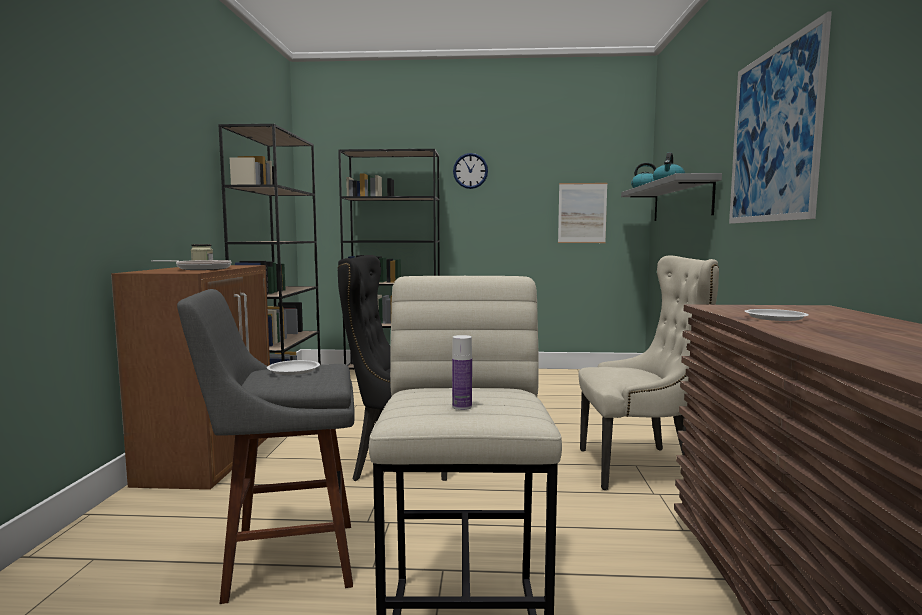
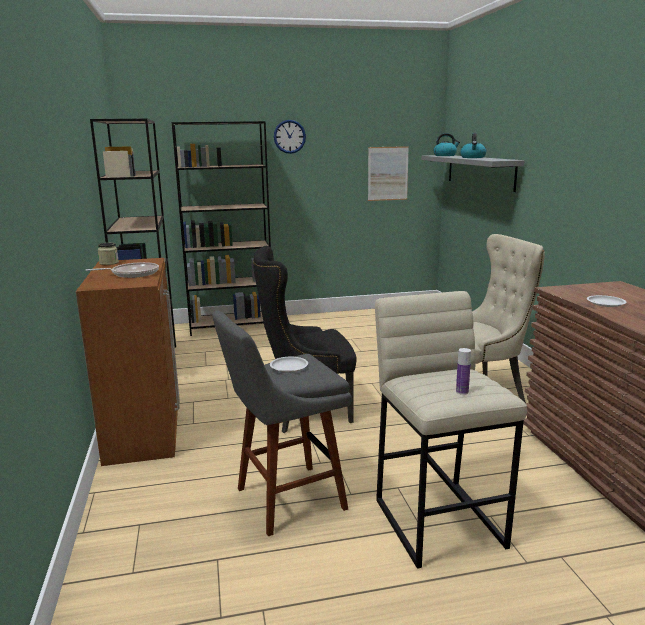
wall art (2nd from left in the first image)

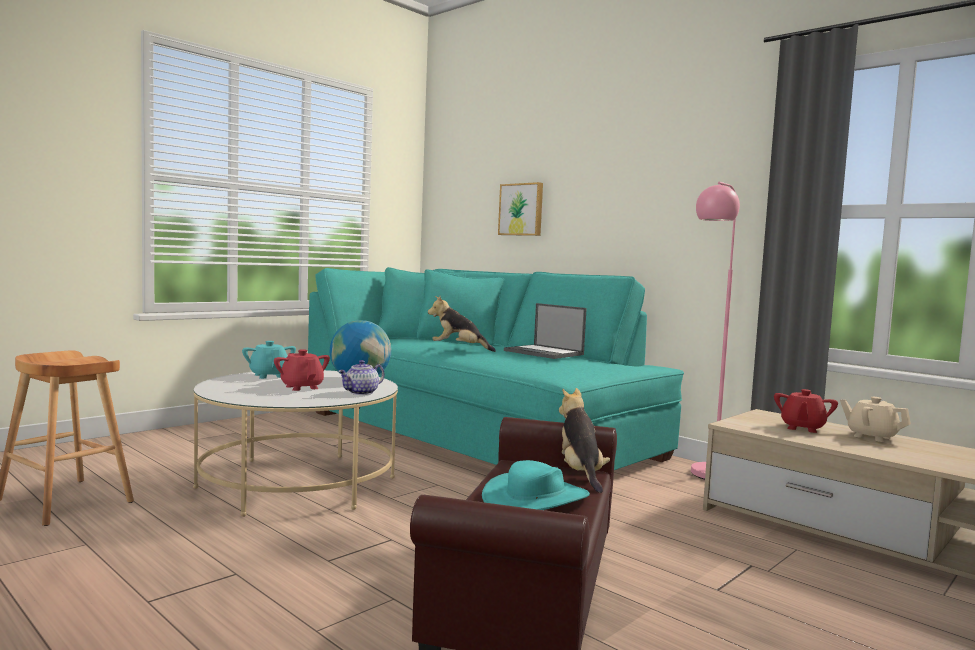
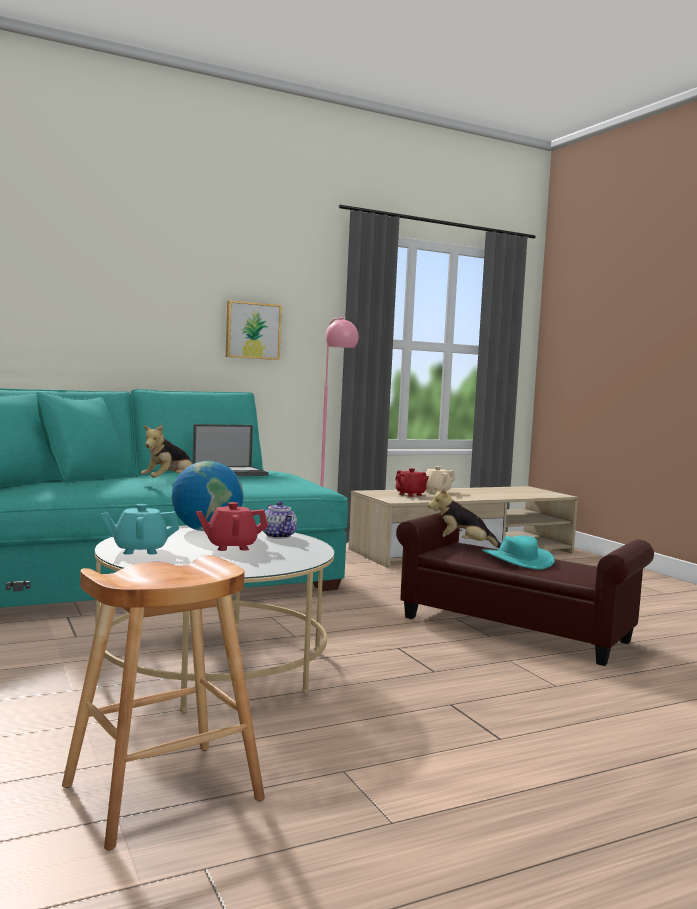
wall art

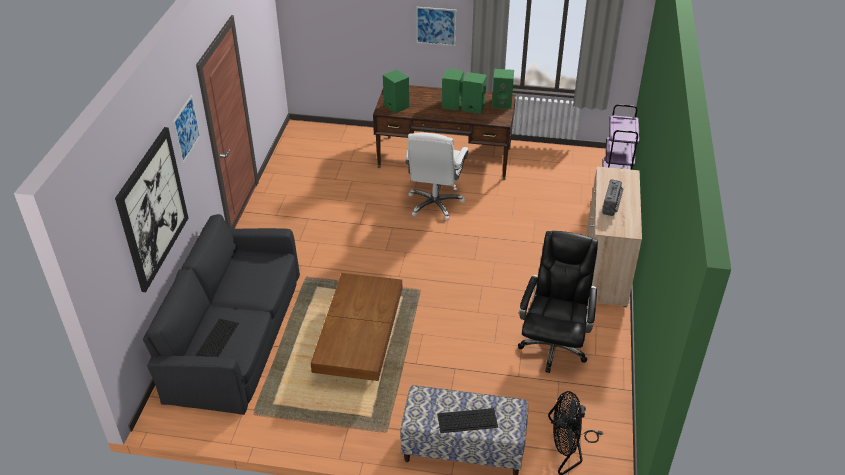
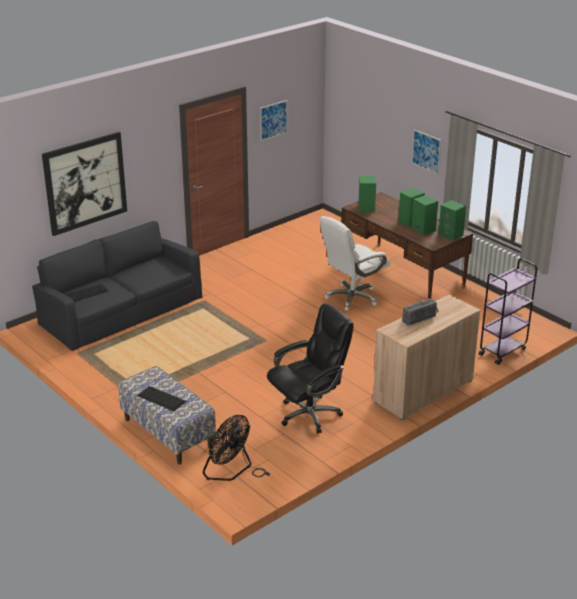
wall art (2nd from left)
brownish coffee table

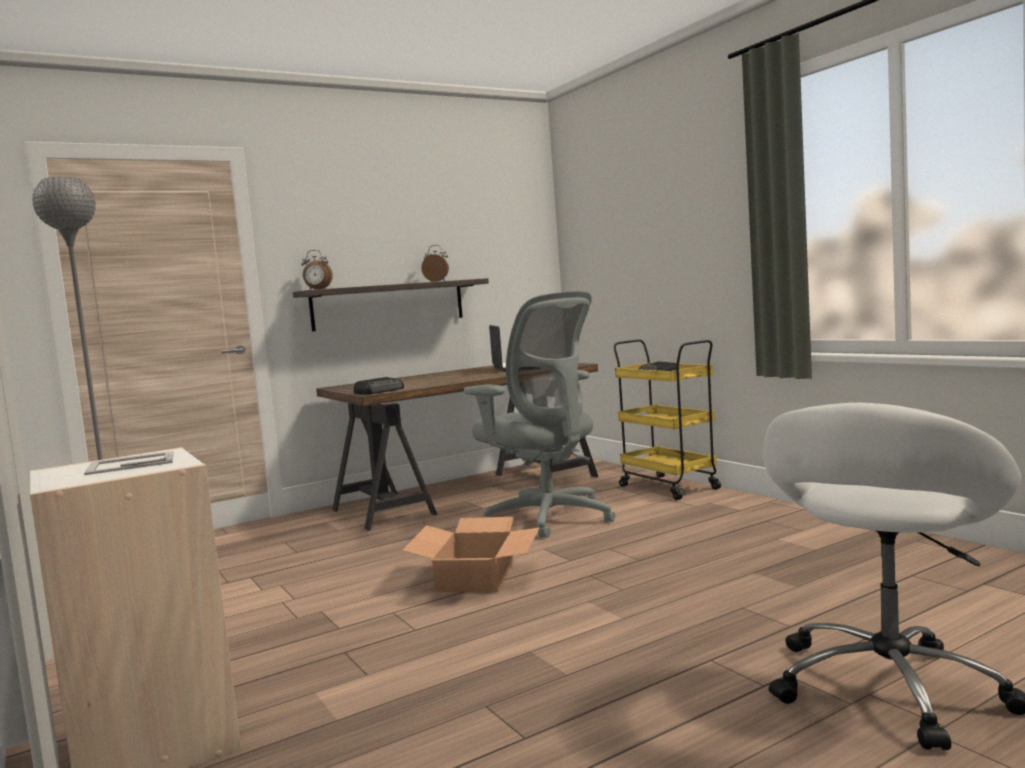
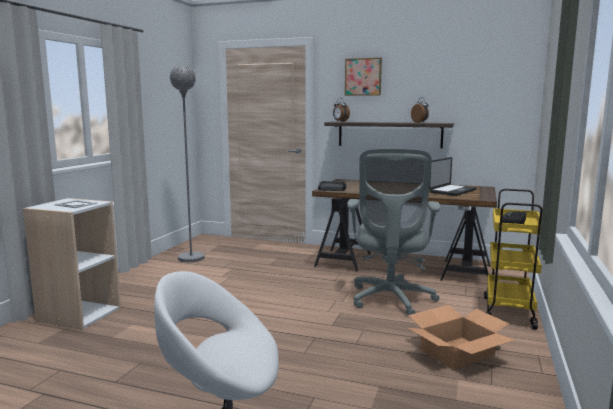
cardboard box
wall art

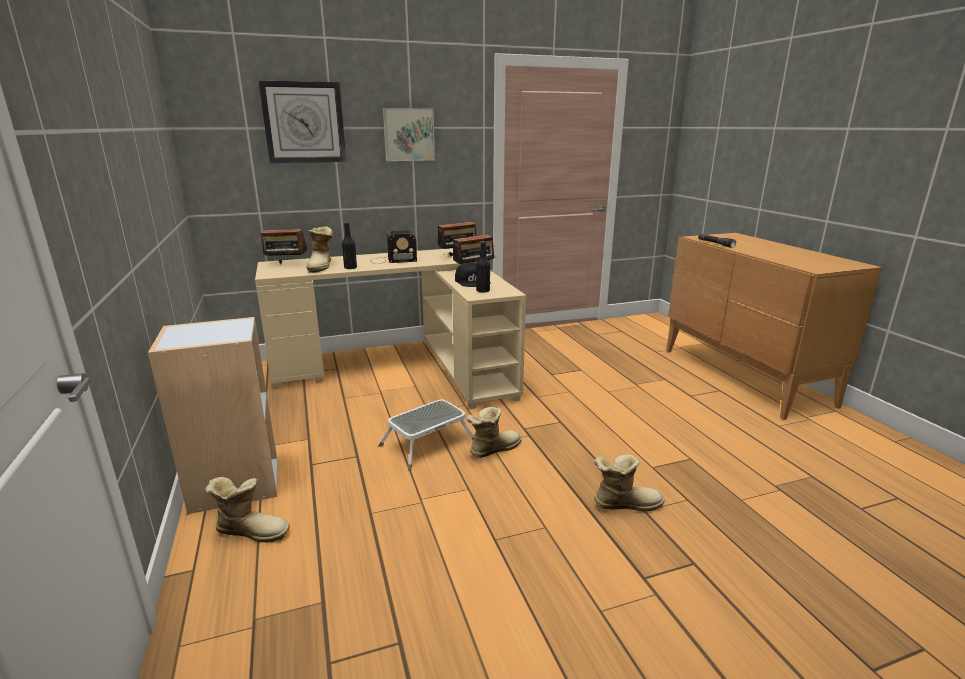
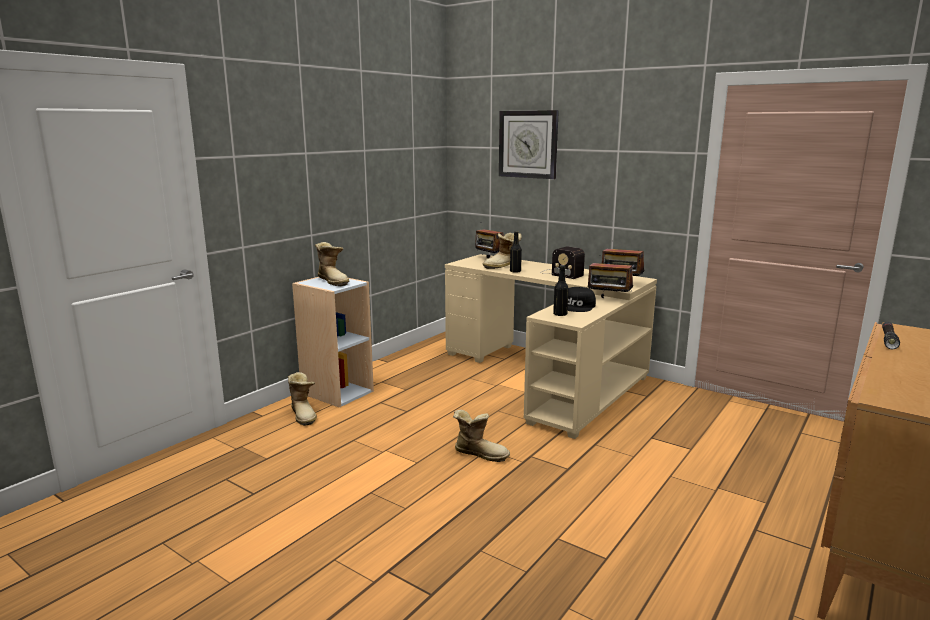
greyish stepladder
wall art
high-top boot (2nd from left)

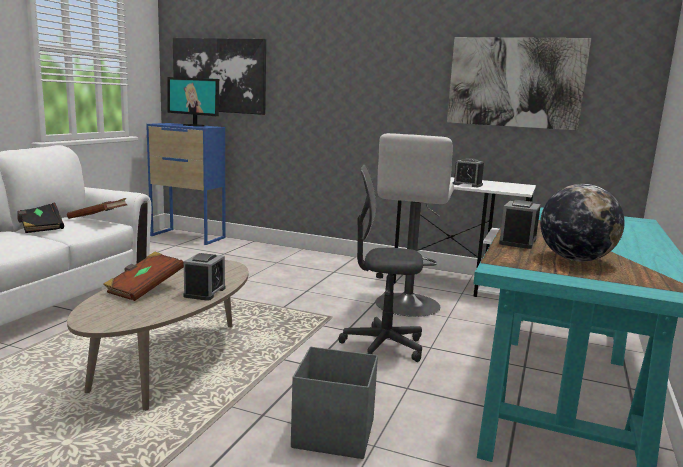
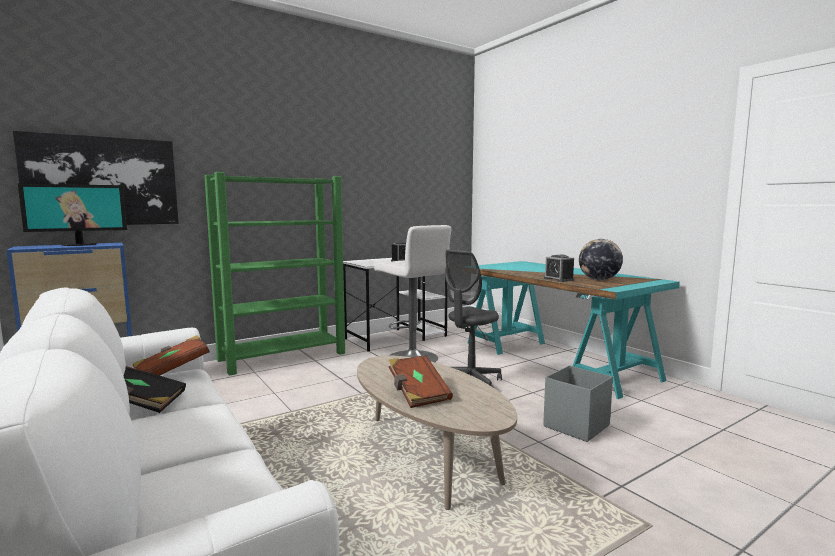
alarm clock (1st from left in the first image)
wall art (2nd from left in the first image)
greenish bookcase

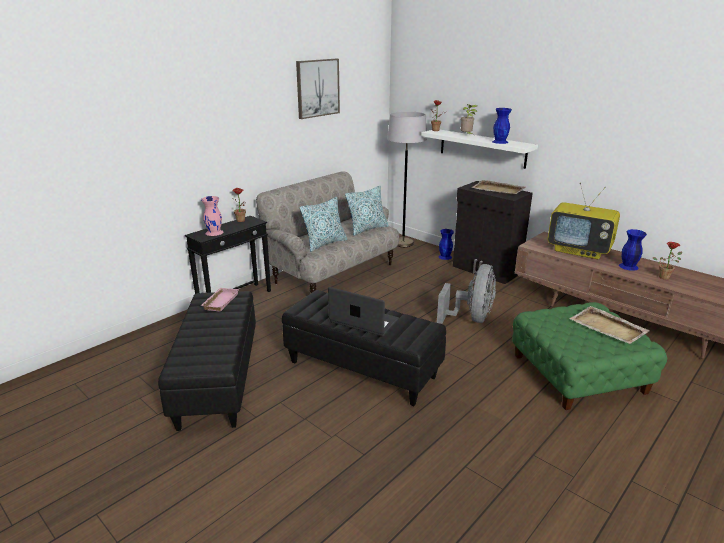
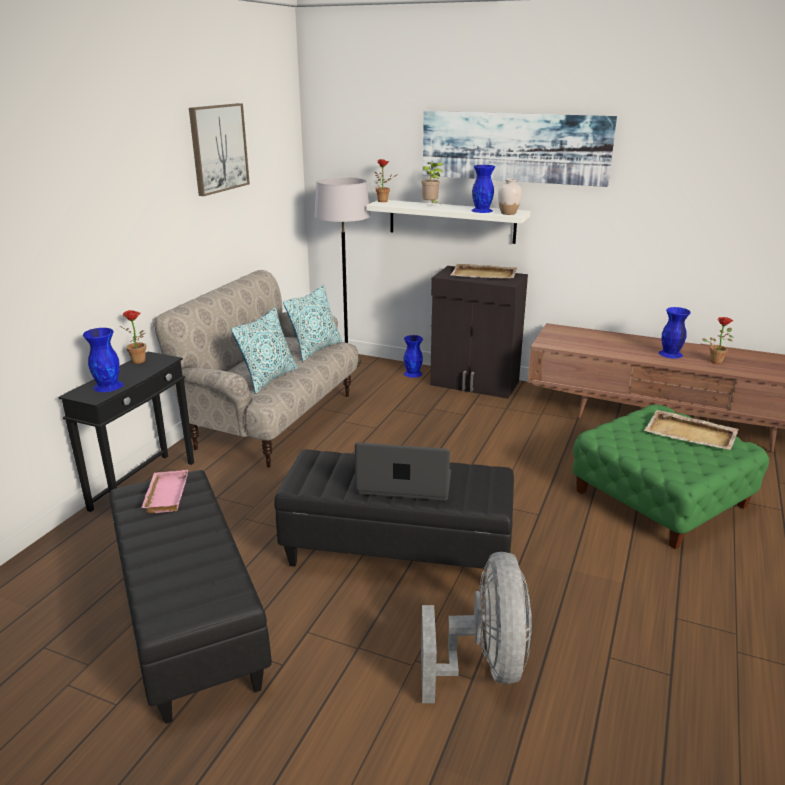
bluish flower vase (1st from left)
greyish electric fan
TV
wall art (2nd from left)
white flower vase

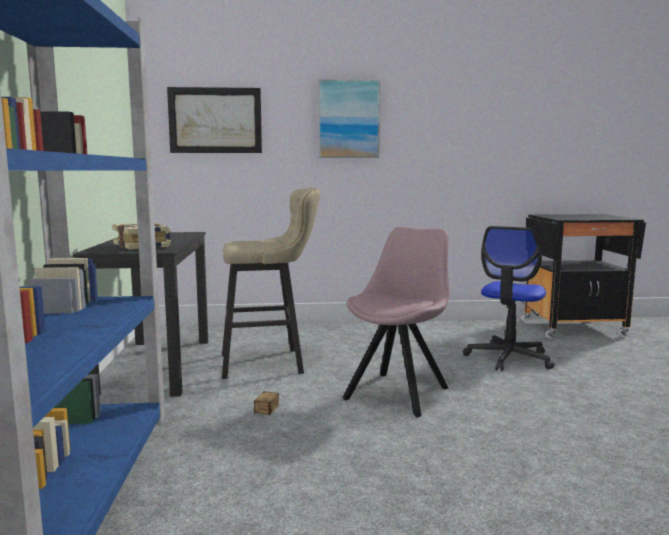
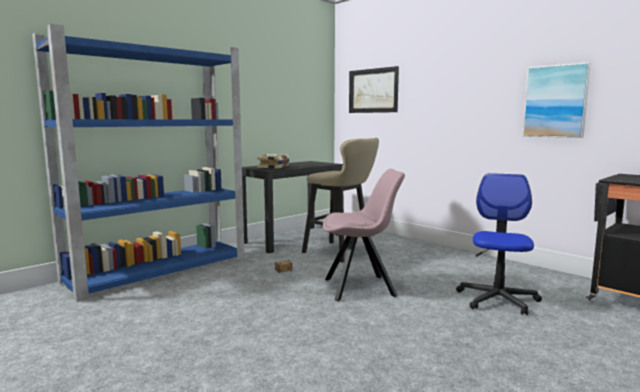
wall art (2nd from left)
office chair

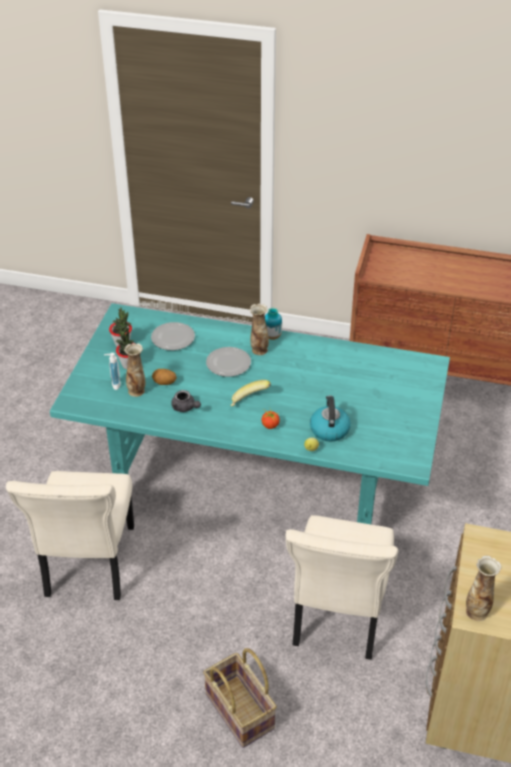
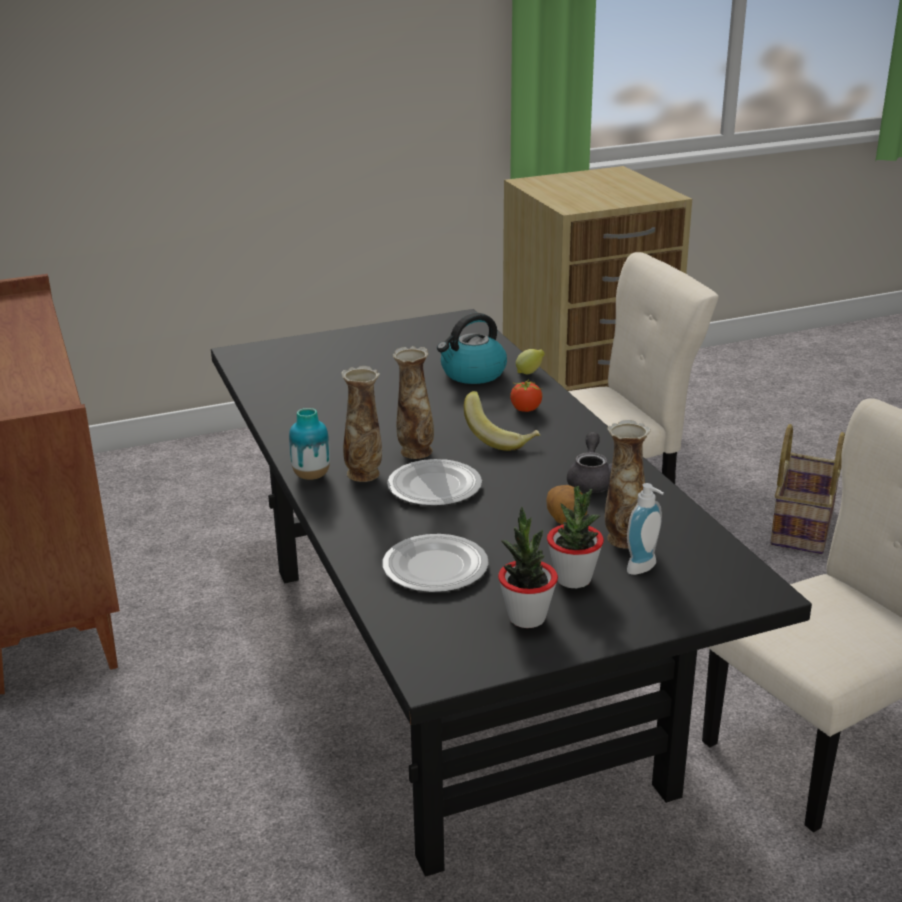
black-coloured dining table
flower vase (3rd from left)

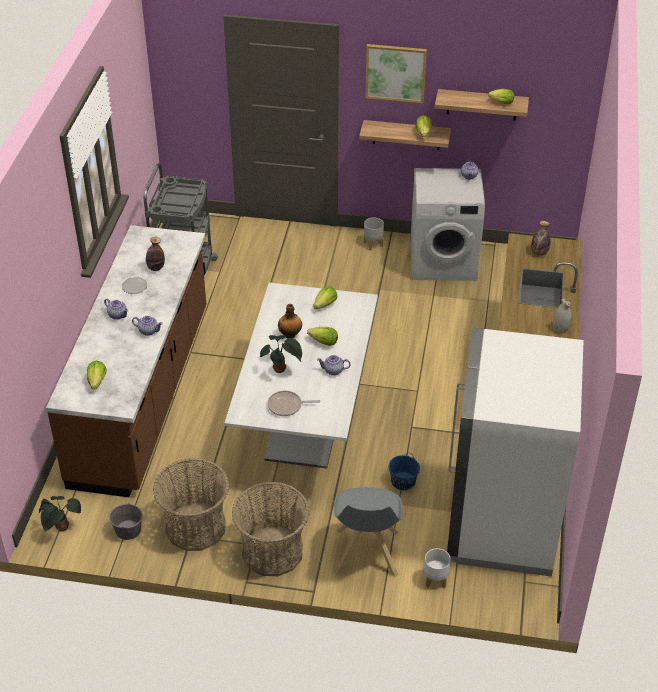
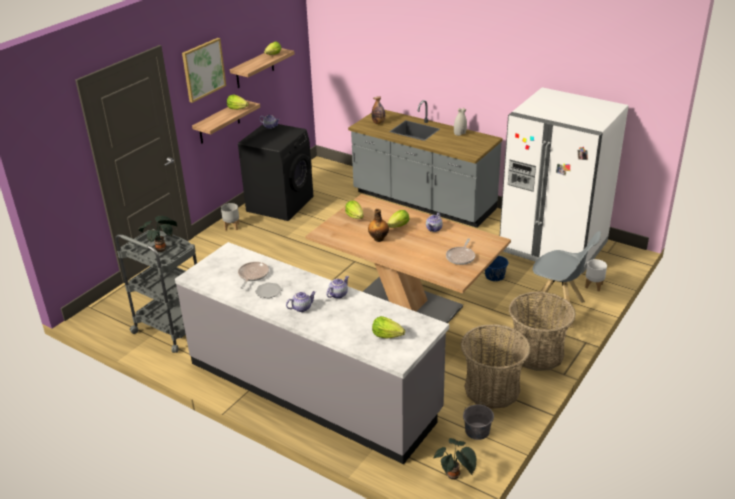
greyish kitchen base unit (1st from left)
pan (1st from left)
brownish dining table
potted plant (1st from left)
black-coloured laundry machine

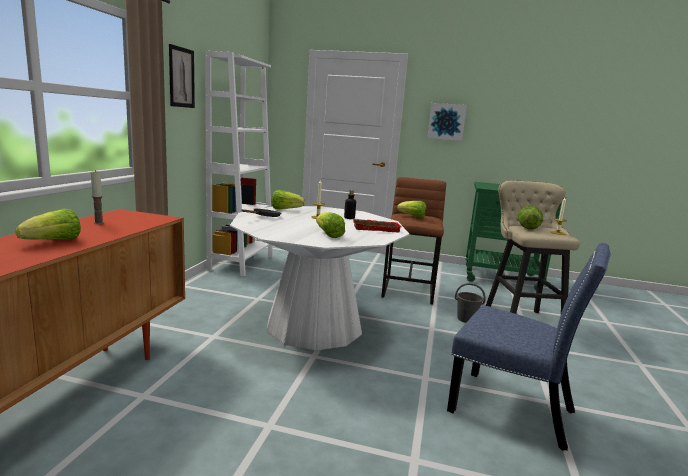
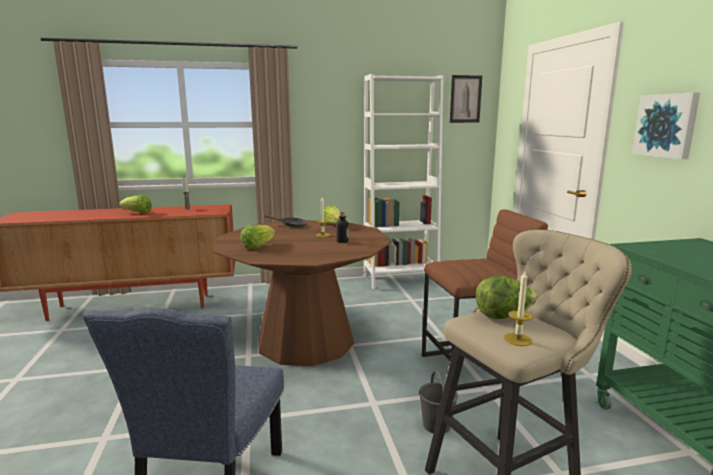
wall art (1st from left)
brownish dining table
red-coloured tray
lettuce (4th from left in the first image)

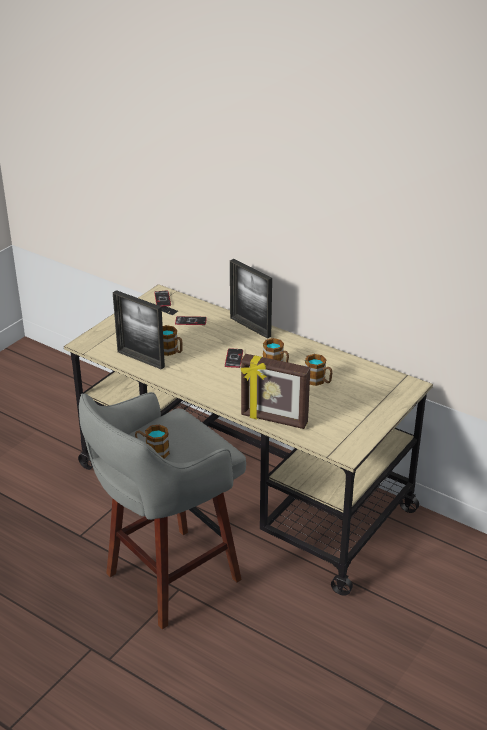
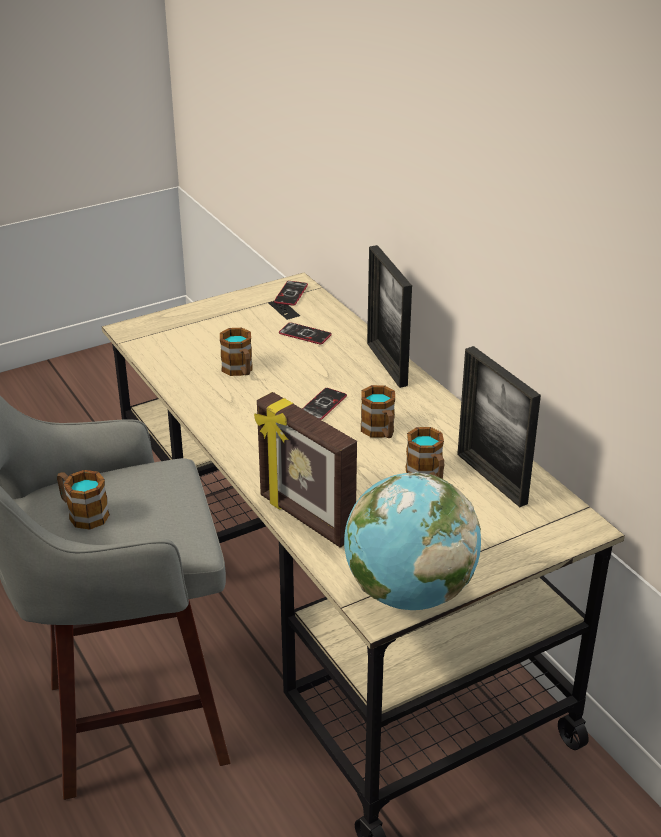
standing frame (3rd from left)
world globe

